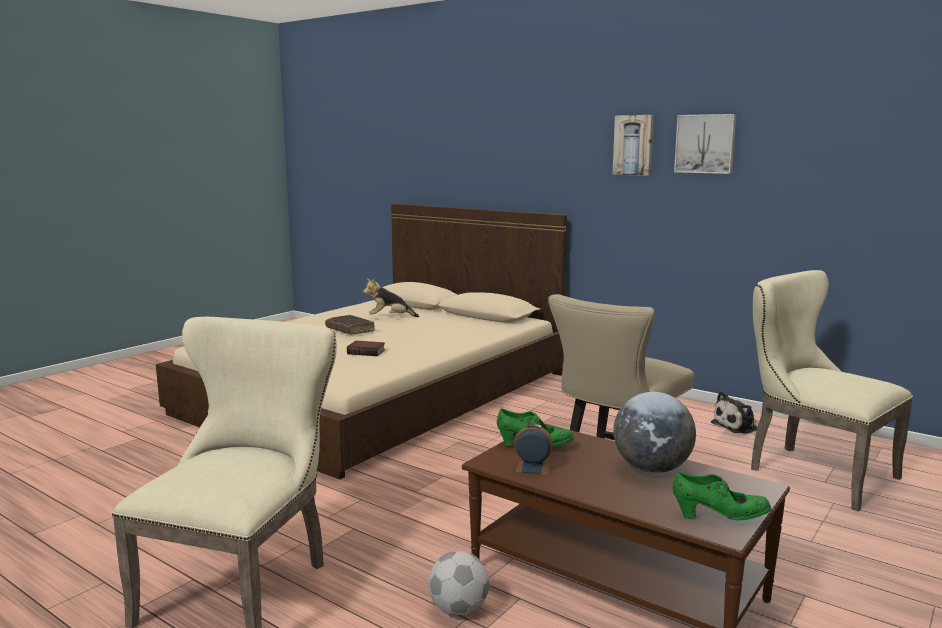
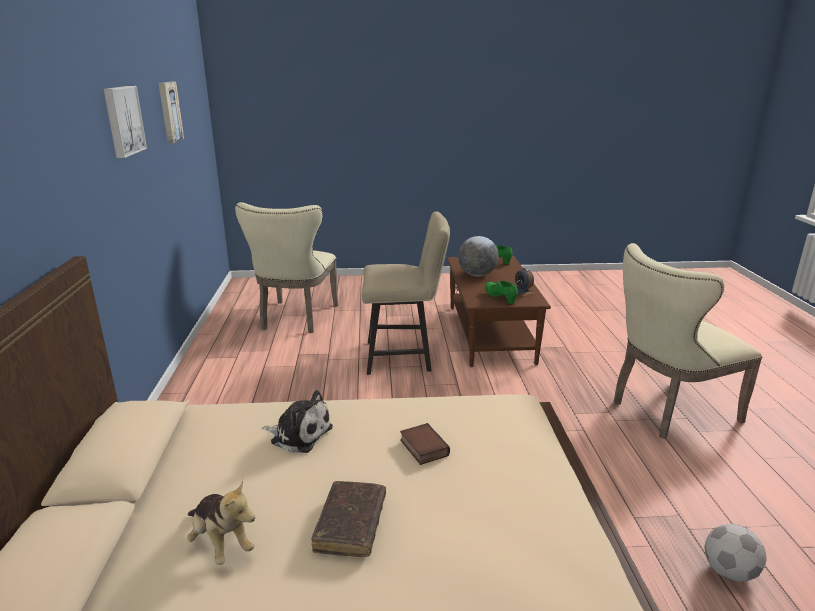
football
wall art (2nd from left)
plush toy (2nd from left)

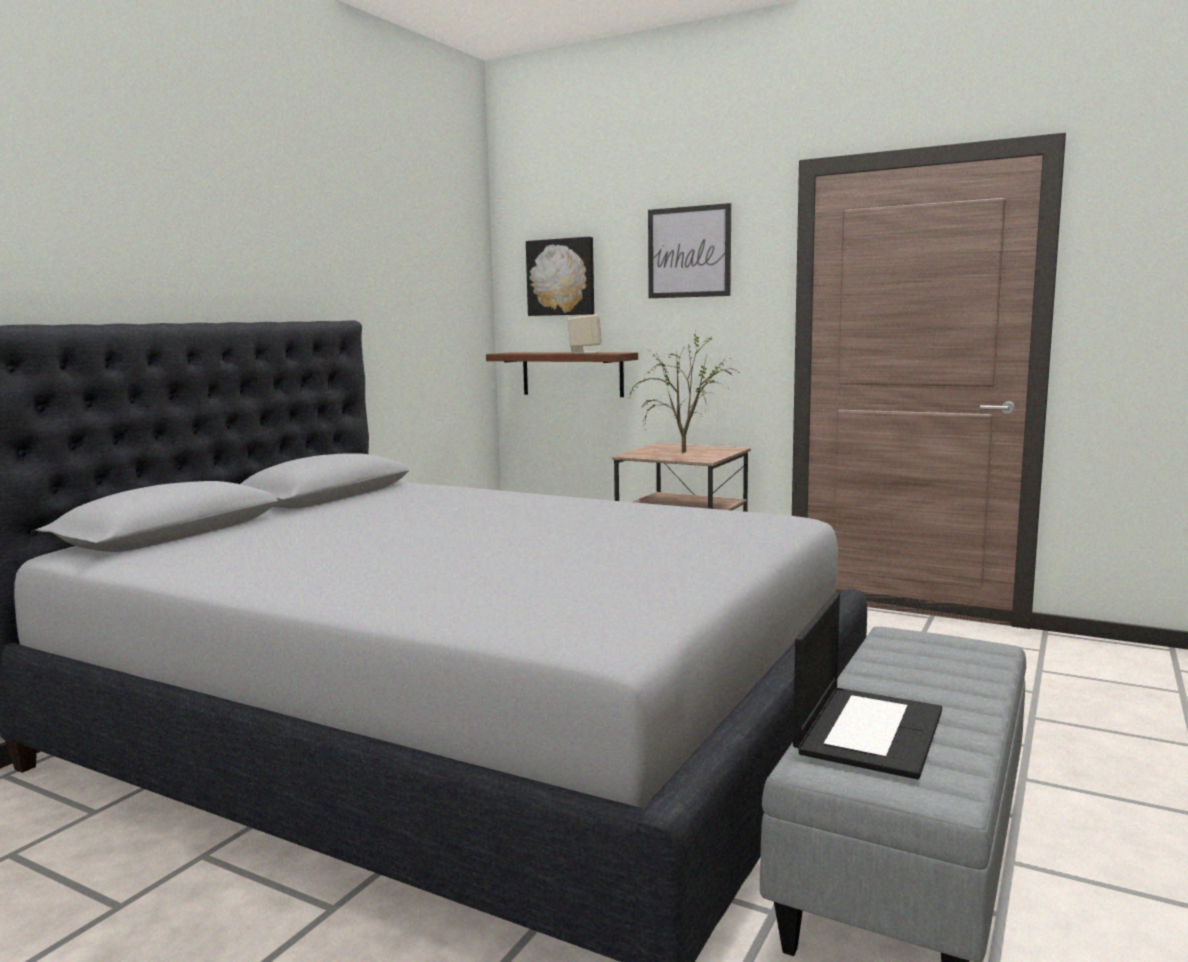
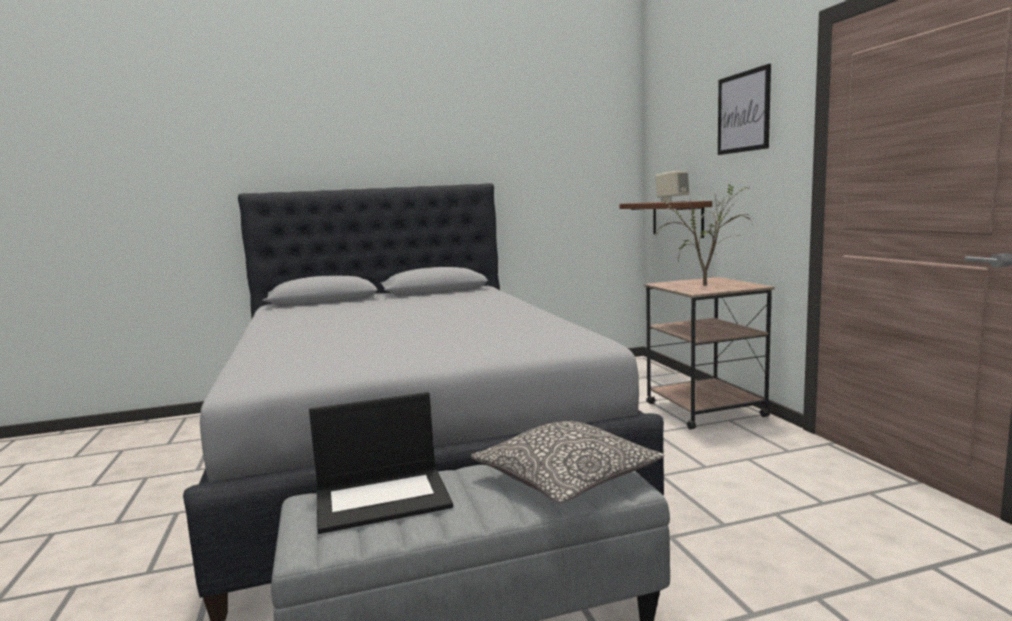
wall art (1st from left in the first image)
throw pillow

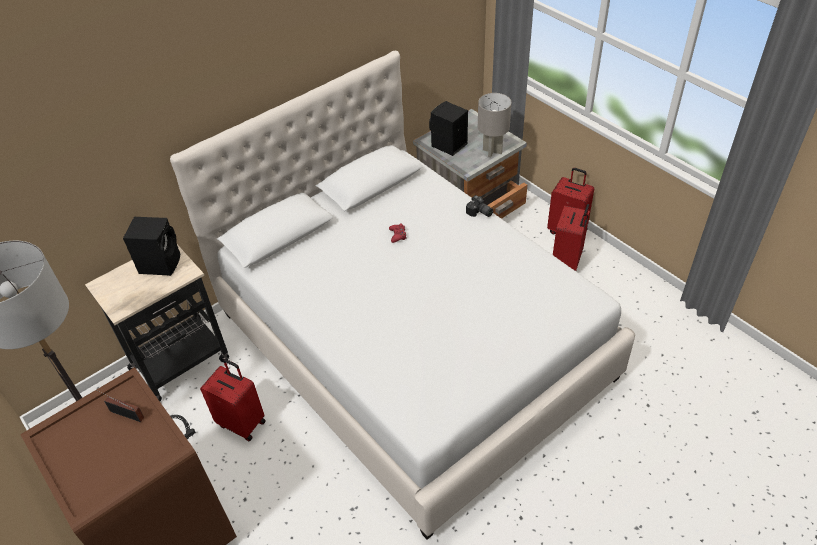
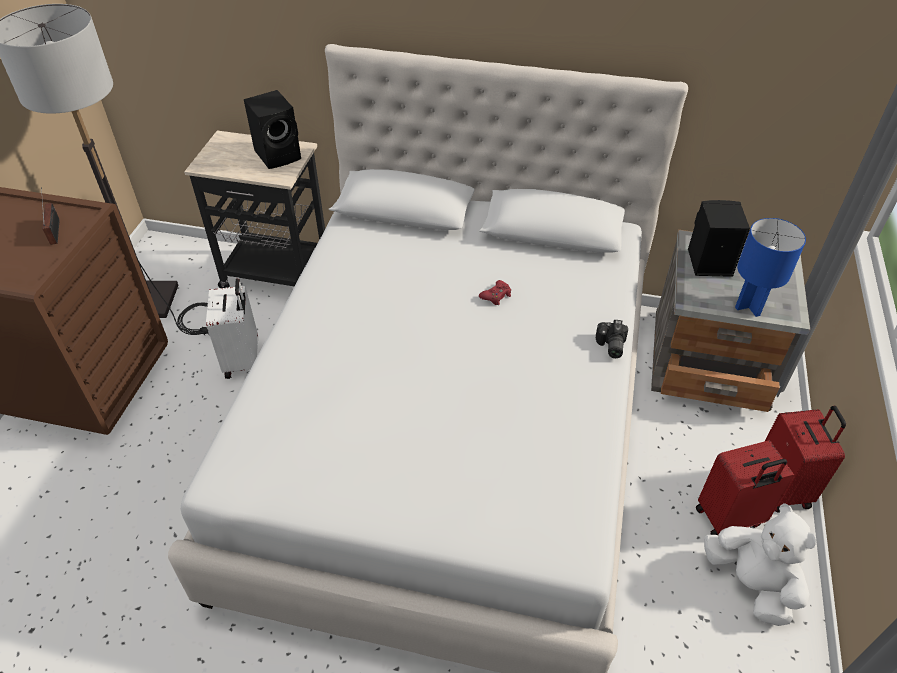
white suitcase
bluish tabletop lamp
white plush toy

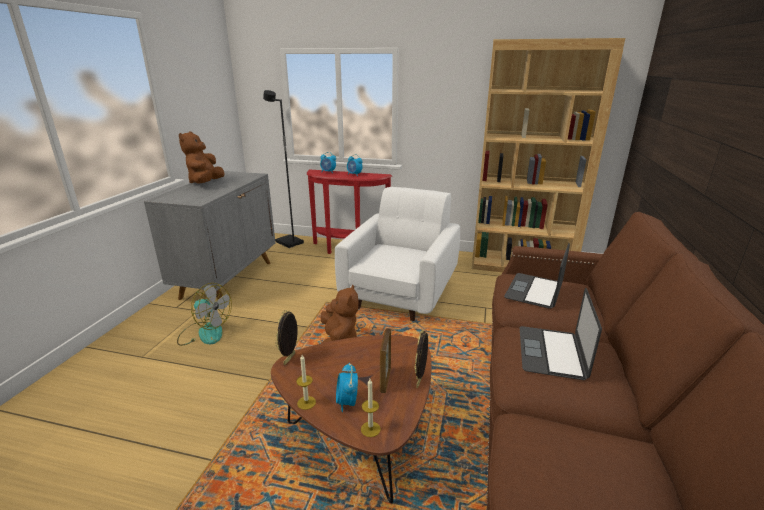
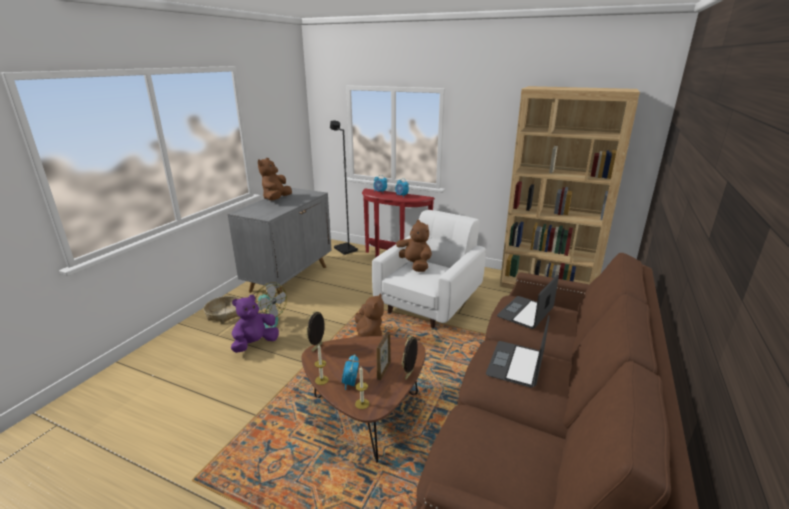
basket
purplish plush toy
brownish plush toy (3rd from left)

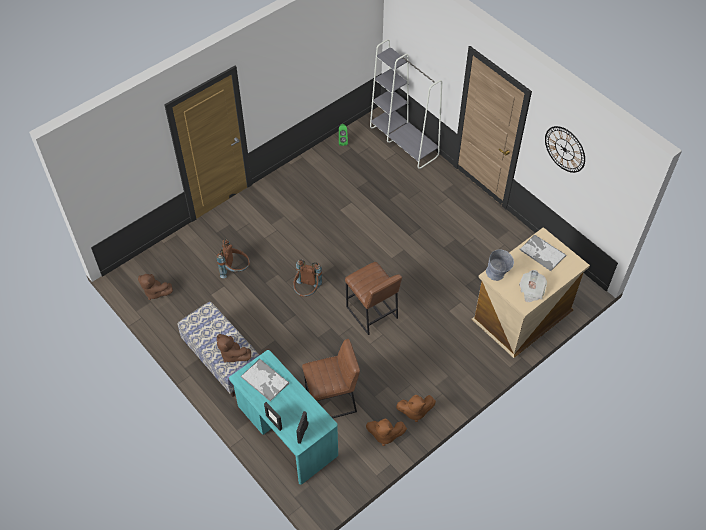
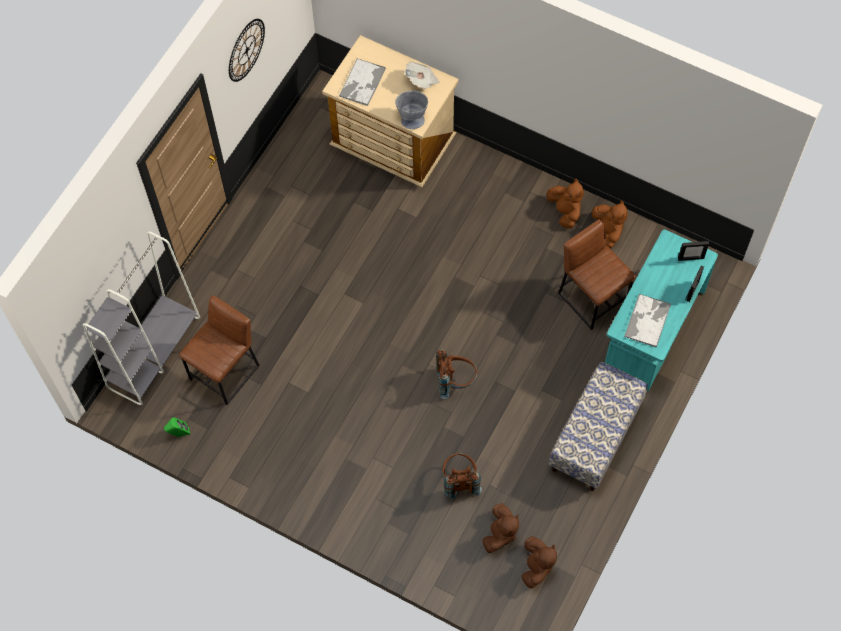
brownish plush toy (1st from left)
brownish upright chair (1st from left)

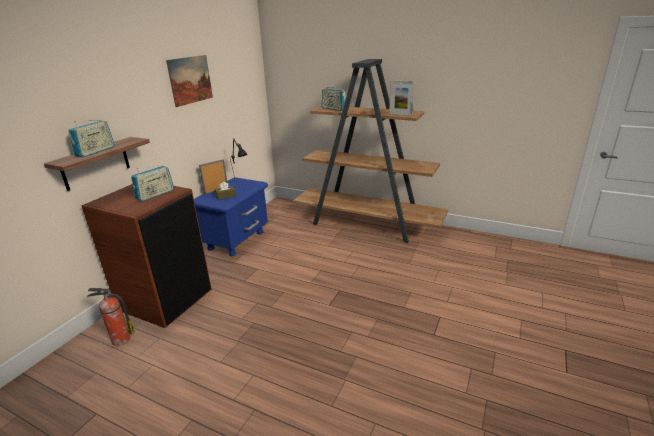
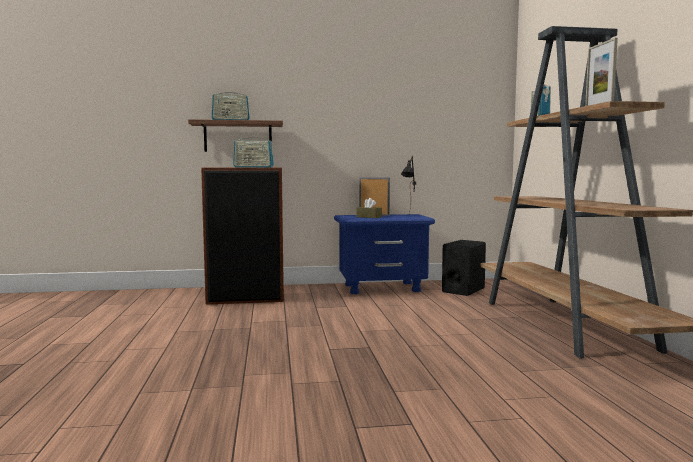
extinguisher
wall art
black-coloured audio speaker

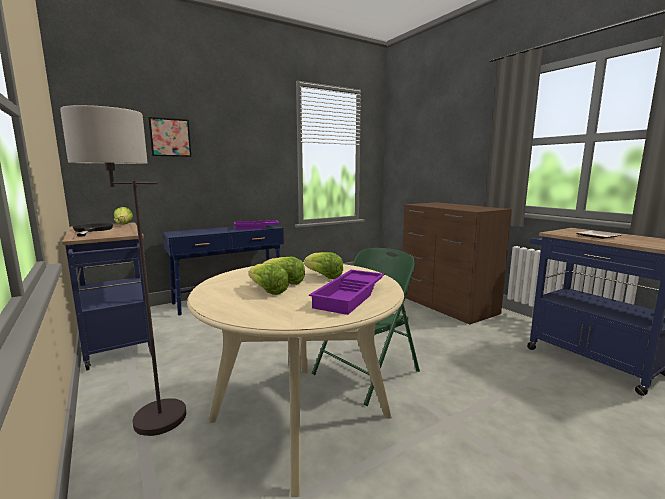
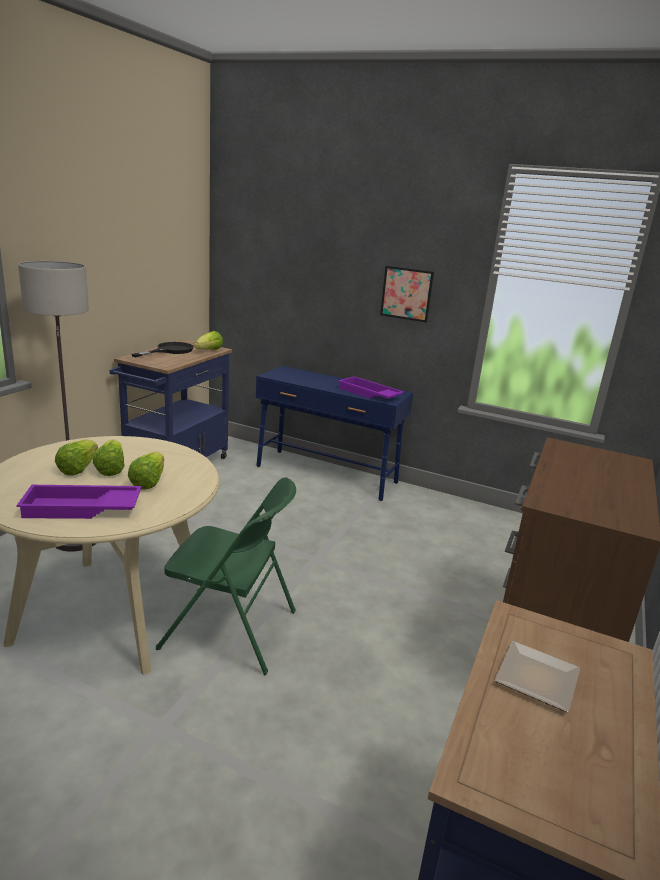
wall art

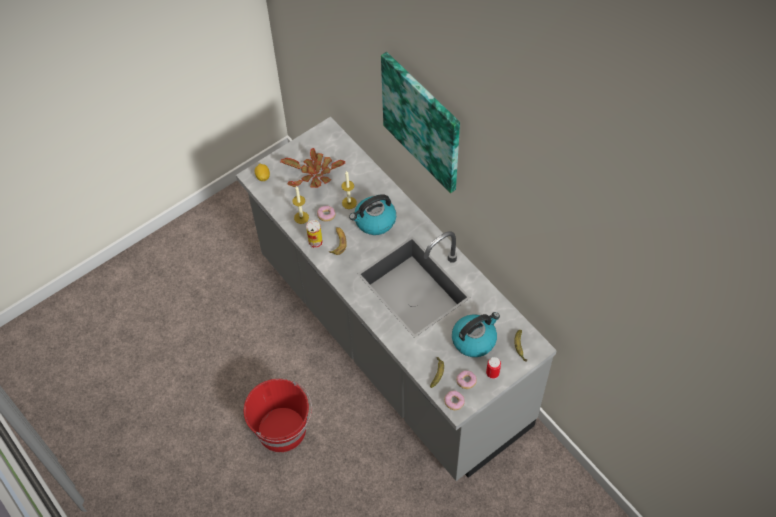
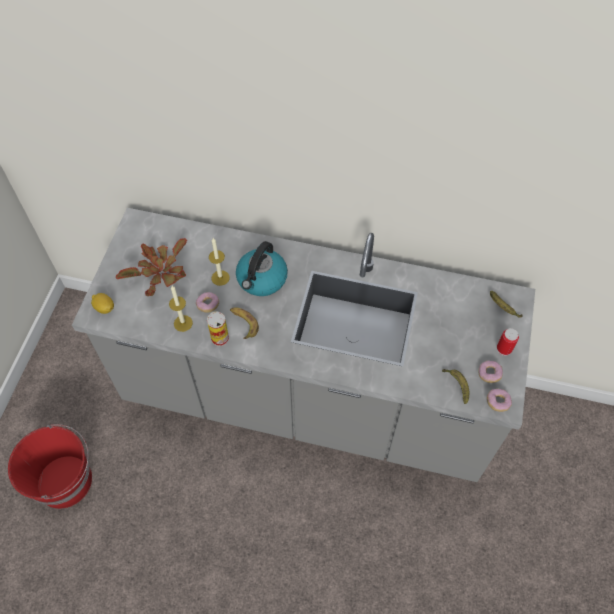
red-coloured water bucket
wall art
water kettle (2nd from left in the first image)

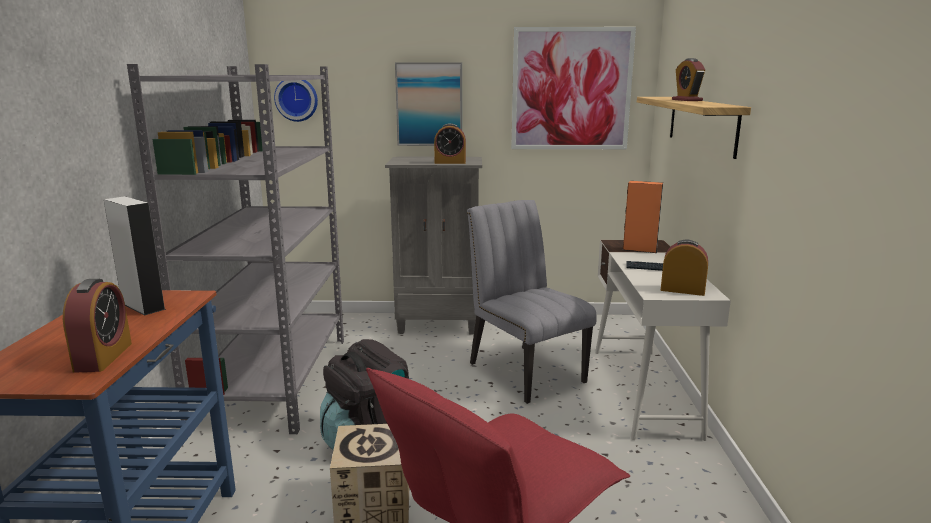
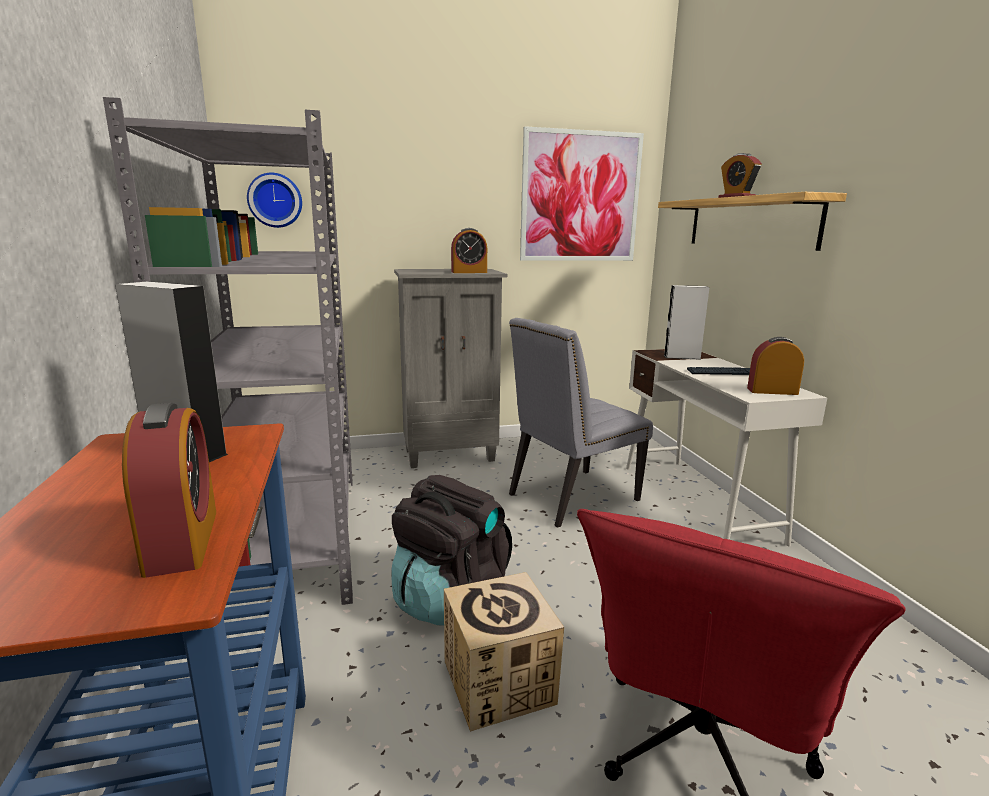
wall art (1st from left in the first image)
greyish upright chair
greyish audio speaker (2nd from left)

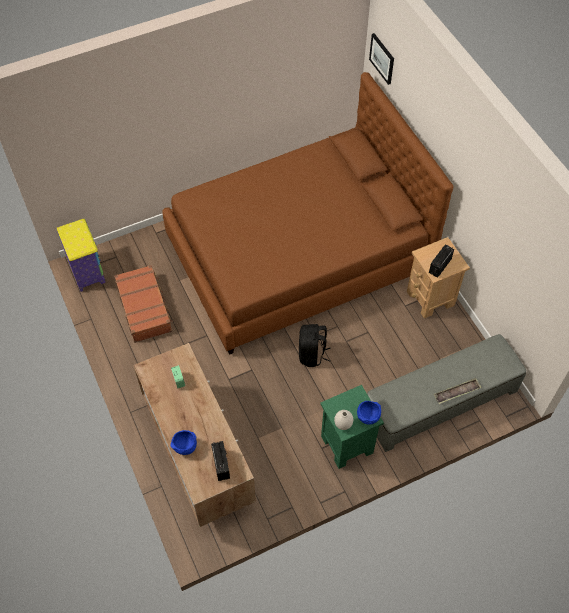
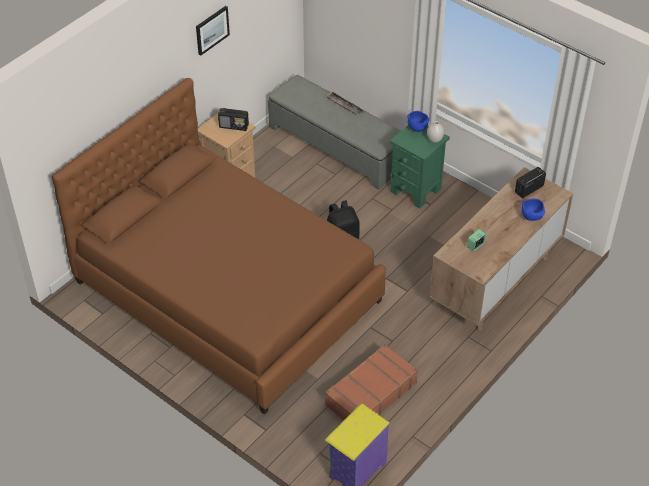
wall art

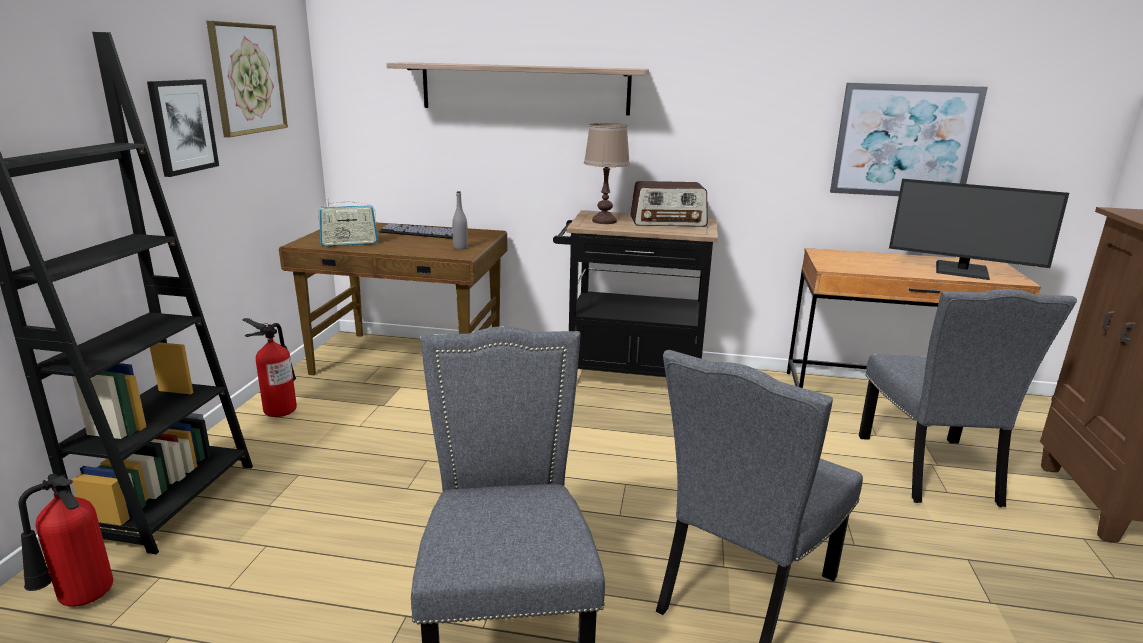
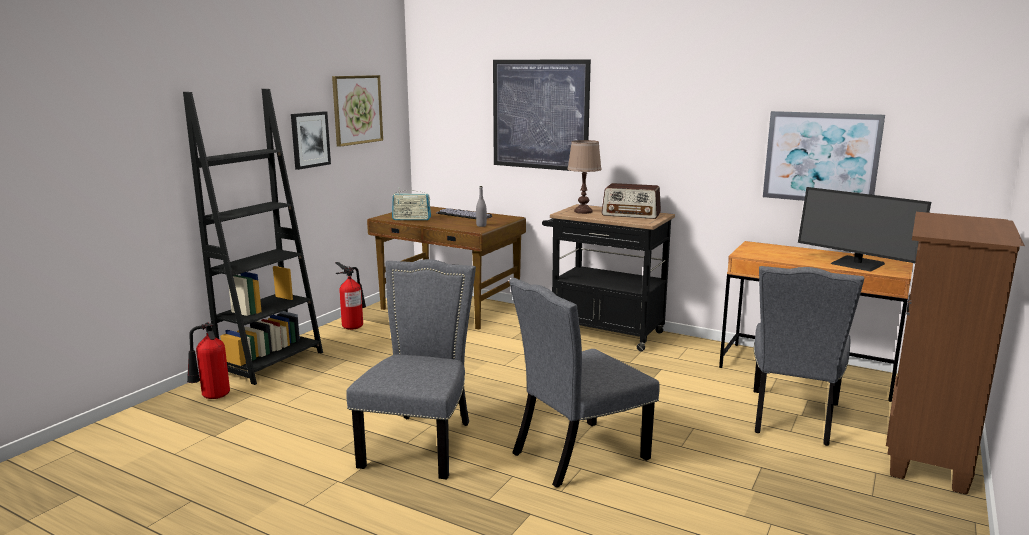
wall art (3rd from left)

